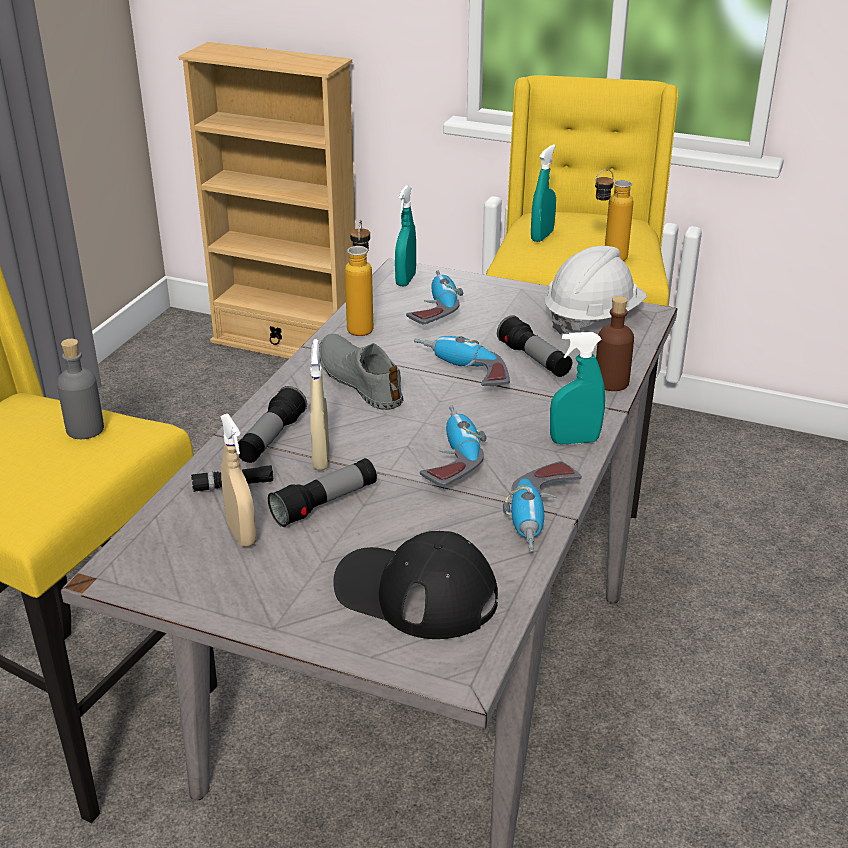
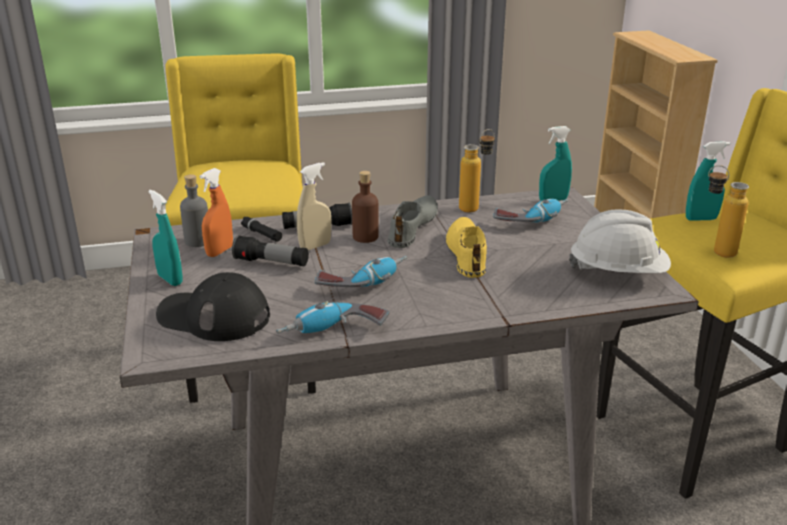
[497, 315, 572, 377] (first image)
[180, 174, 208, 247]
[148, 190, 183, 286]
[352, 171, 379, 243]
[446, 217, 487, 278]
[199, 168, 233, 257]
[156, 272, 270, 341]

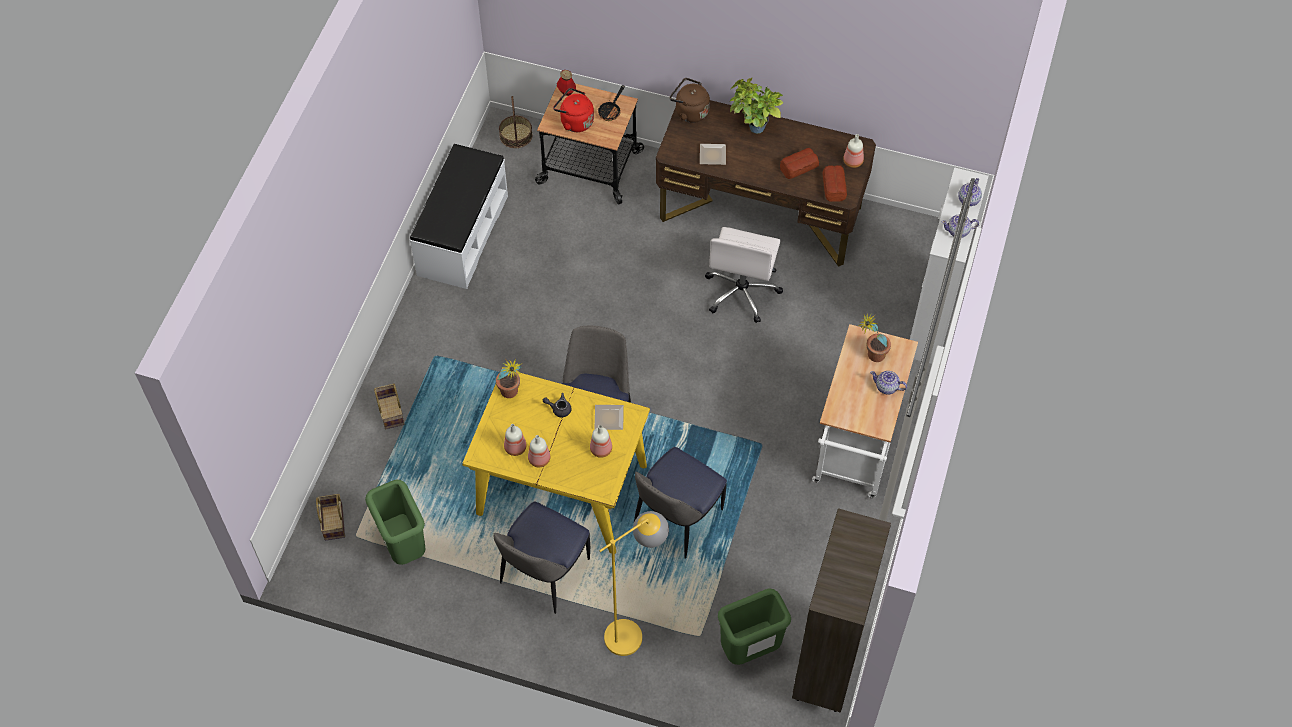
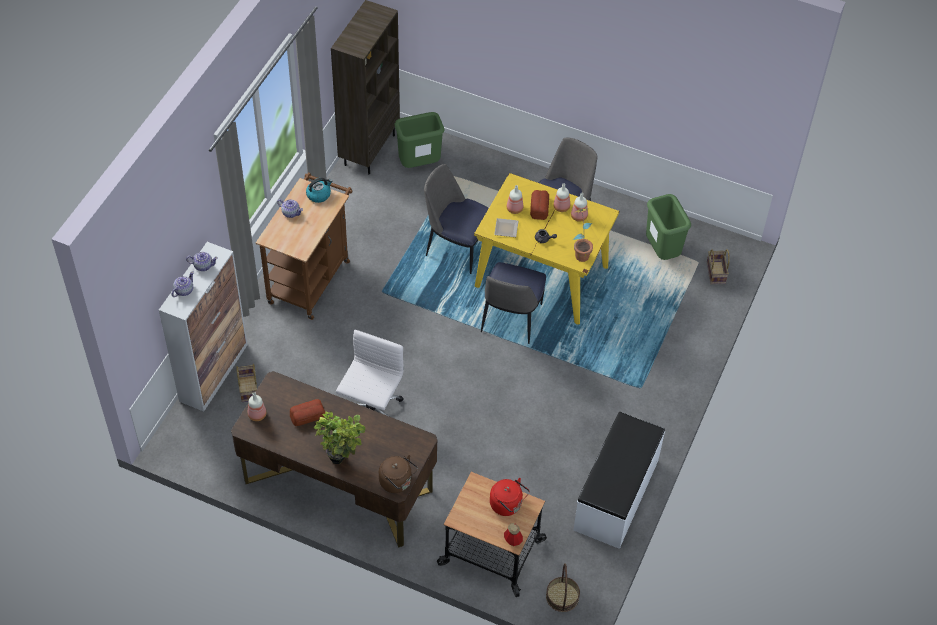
[598, 85, 625, 121] (first image)
[599, 511, 669, 656] (first image)
[700, 144, 726, 165] (first image)
[859, 314, 891, 362] (first image)
[306, 178, 332, 203]
[236, 364, 257, 402]
[530, 190, 549, 220]
[256, 172, 353, 320]
[424, 164, 489, 274]

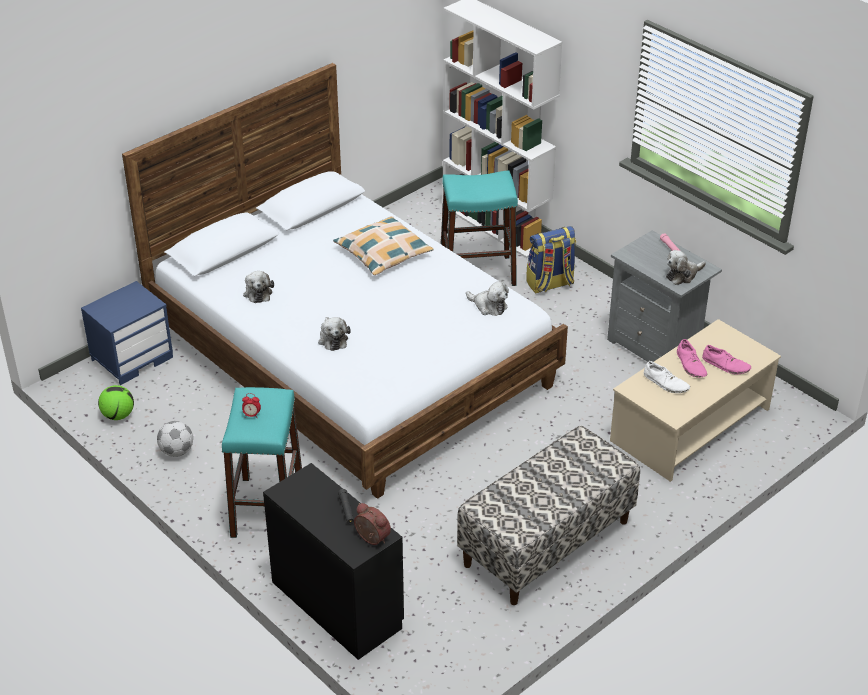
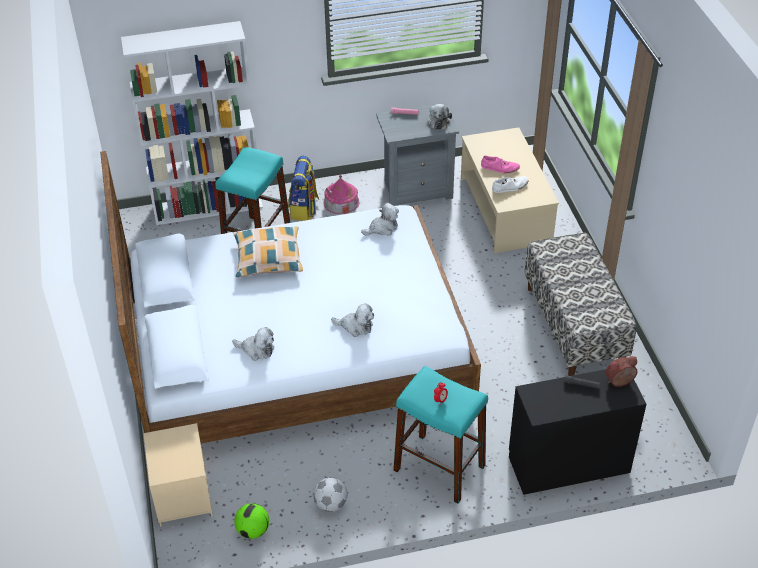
[702, 345, 751, 374] (first image)
[324, 174, 360, 214]
[144, 423, 213, 527]

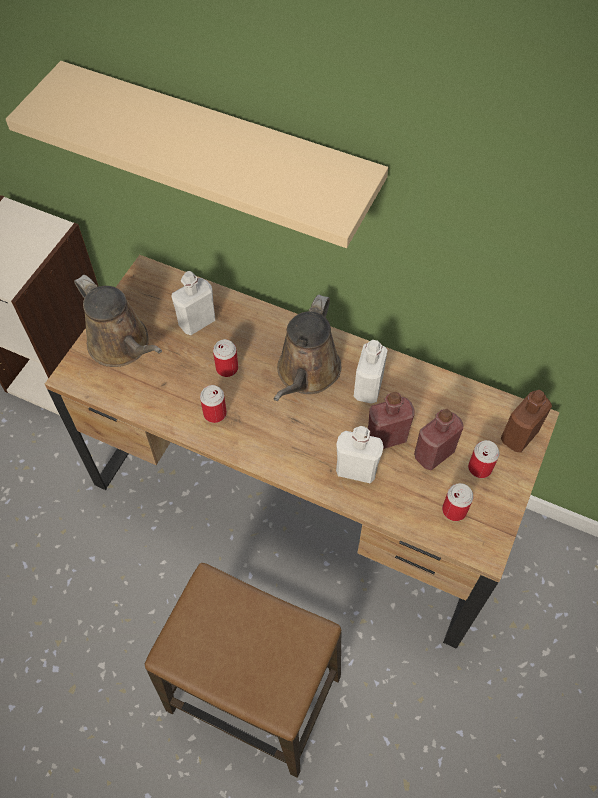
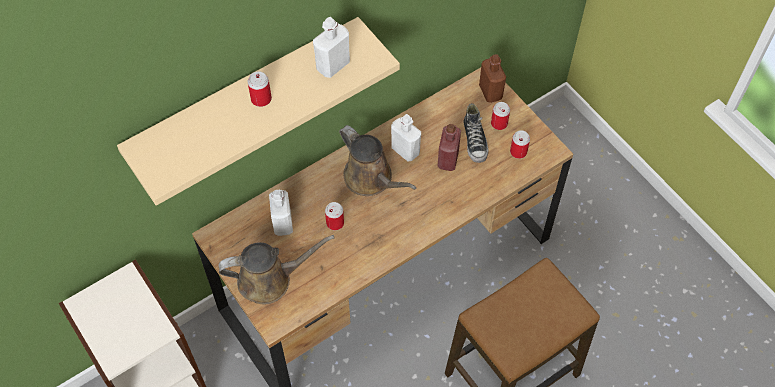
[248, 71, 272, 107]
[313, 17, 350, 78]
[464, 103, 488, 163]

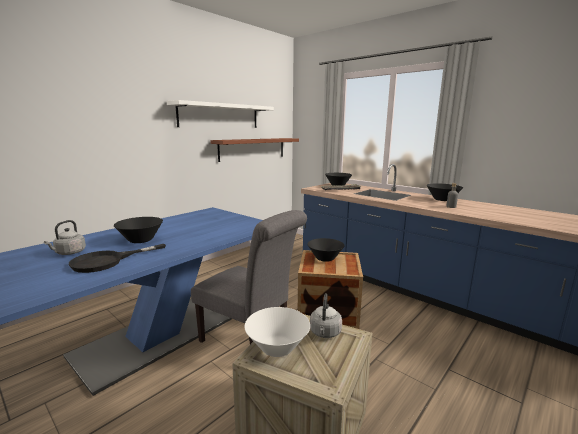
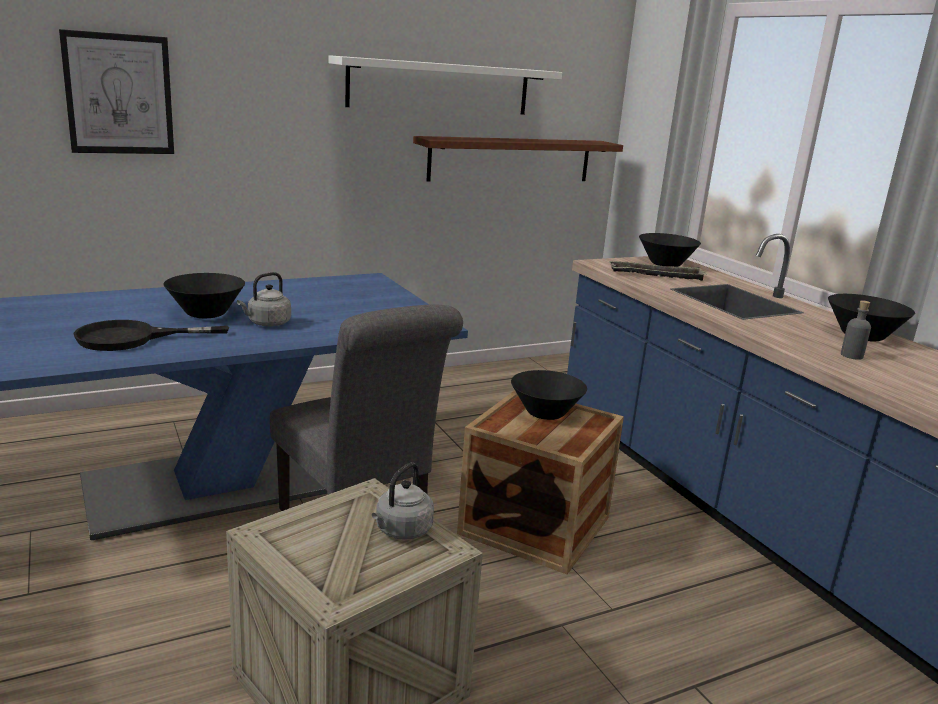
[244, 307, 310, 357] (first image)
[59, 29, 174, 154]
[237, 272, 291, 327]

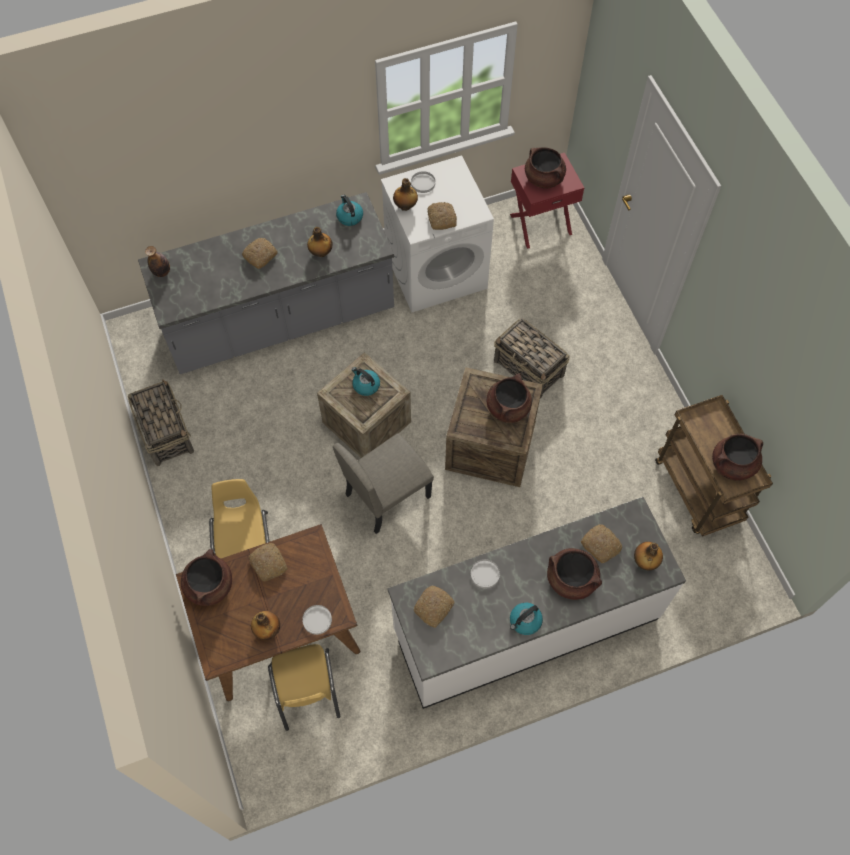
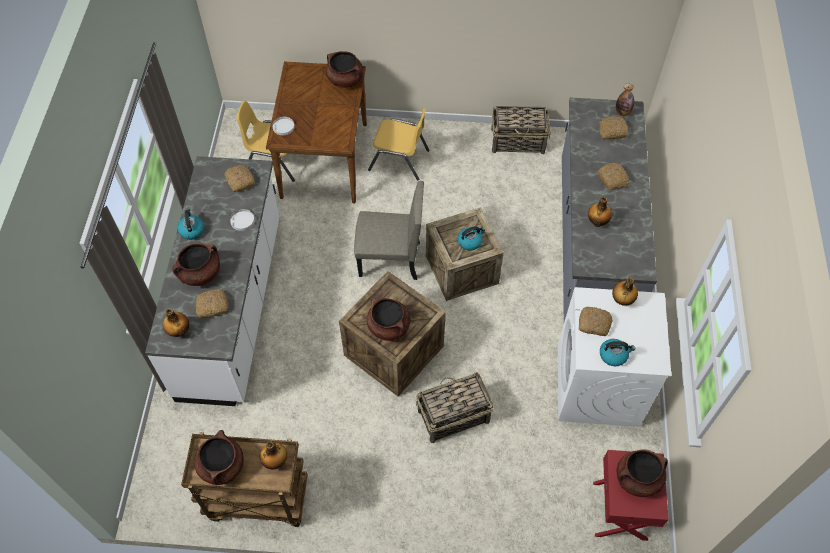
[411, 171, 435, 193] (first image)
[599, 116, 628, 139]
[260, 441, 287, 469]
[600, 339, 635, 366]
[354, 181, 424, 280]

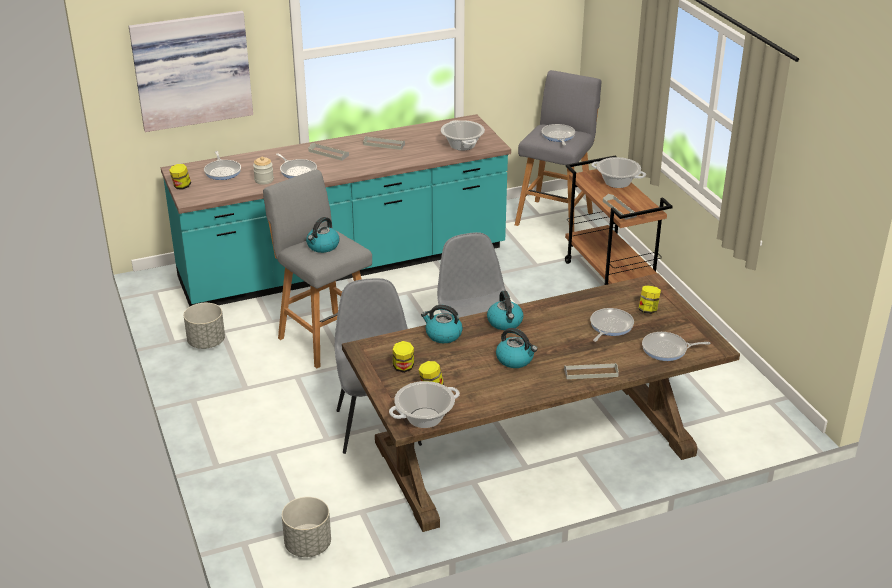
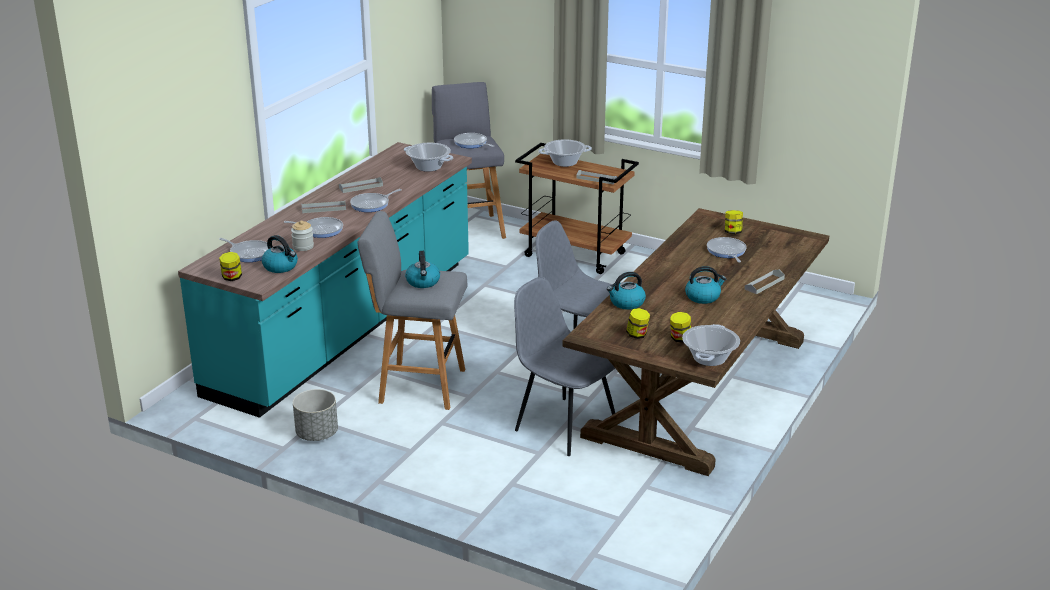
[129, 11, 253, 132] (first image)
[282, 497, 331, 557] (first image)
[262, 235, 298, 273]
[350, 189, 401, 212]

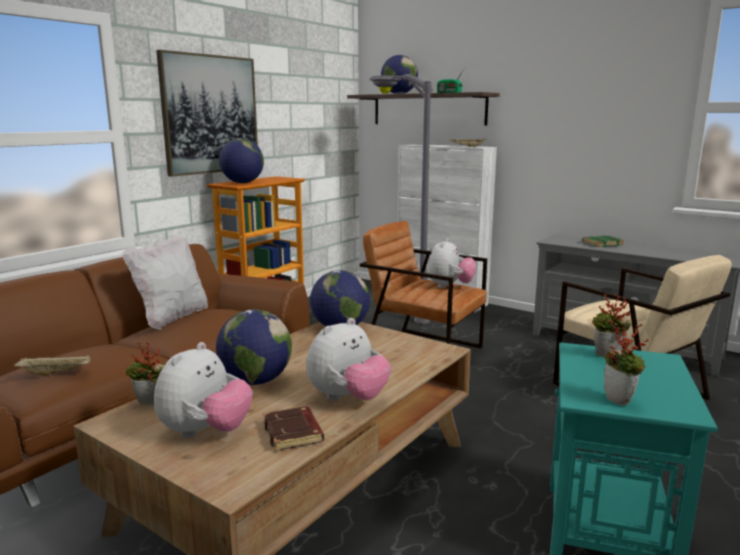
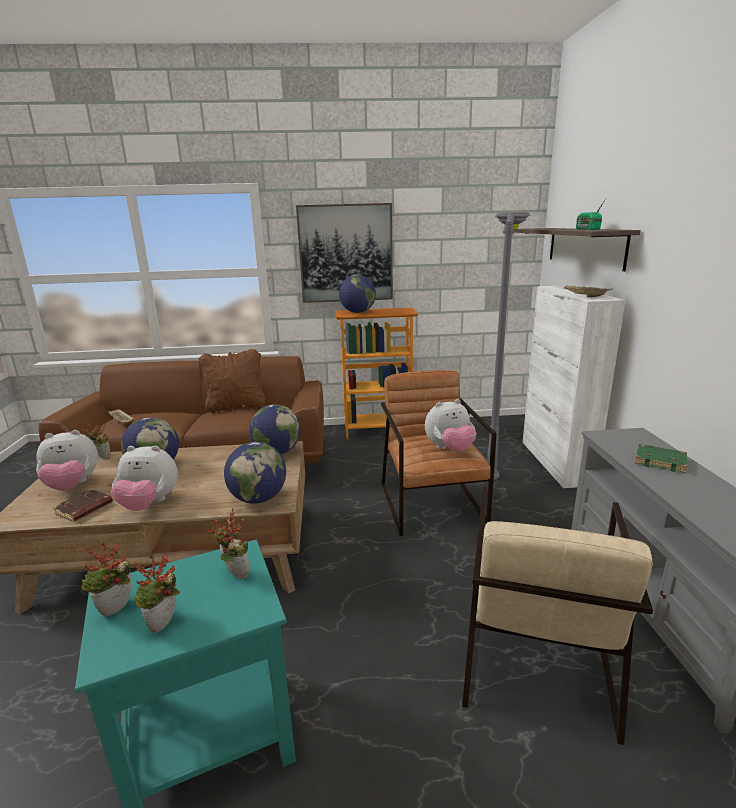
[133, 553, 180, 633]
[224, 442, 286, 504]
[199, 349, 265, 413]

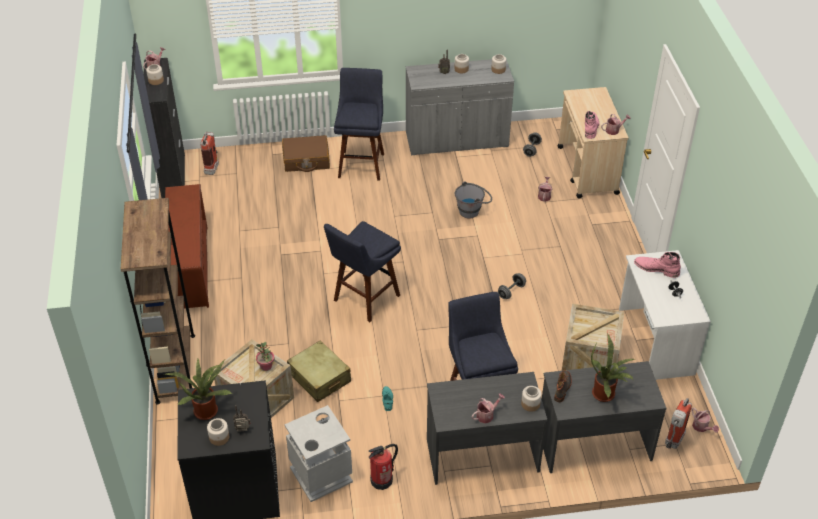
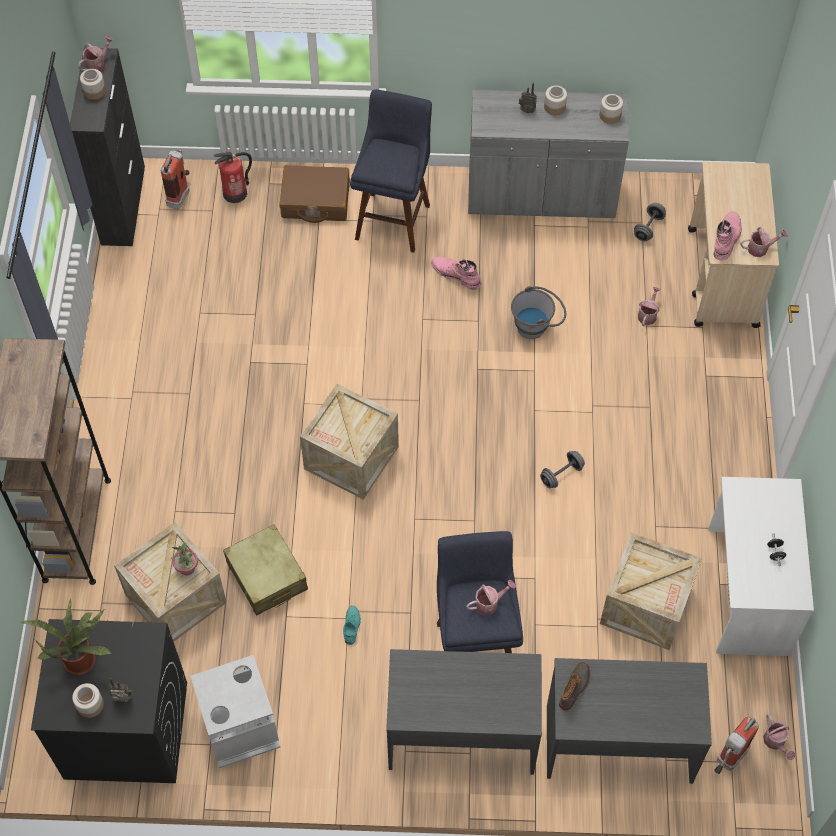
[165, 184, 209, 308] (first image)
[521, 386, 542, 412] (first image)
[591, 334, 635, 402] (first image)
[214, 152, 252, 203]
[466, 580, 516, 615]
[431, 257, 481, 290]
[300, 384, 399, 500]

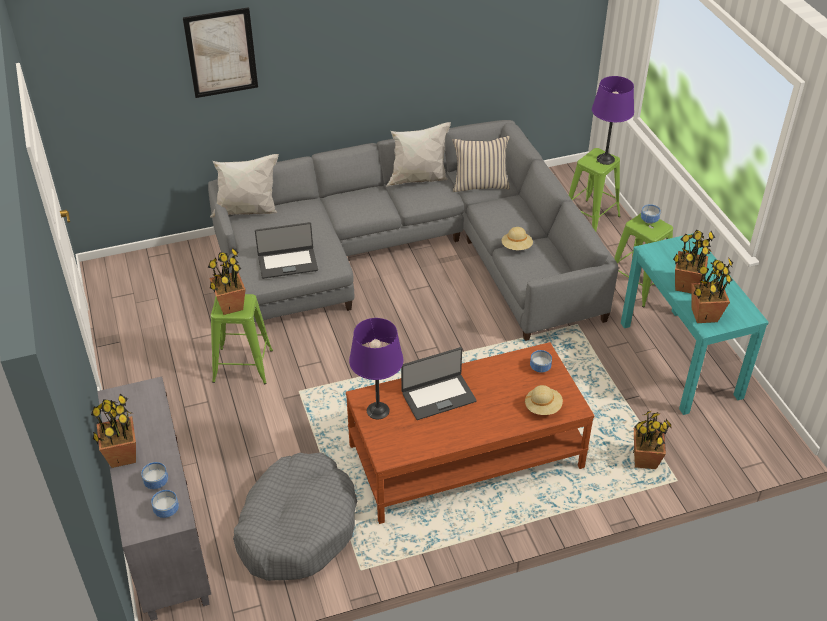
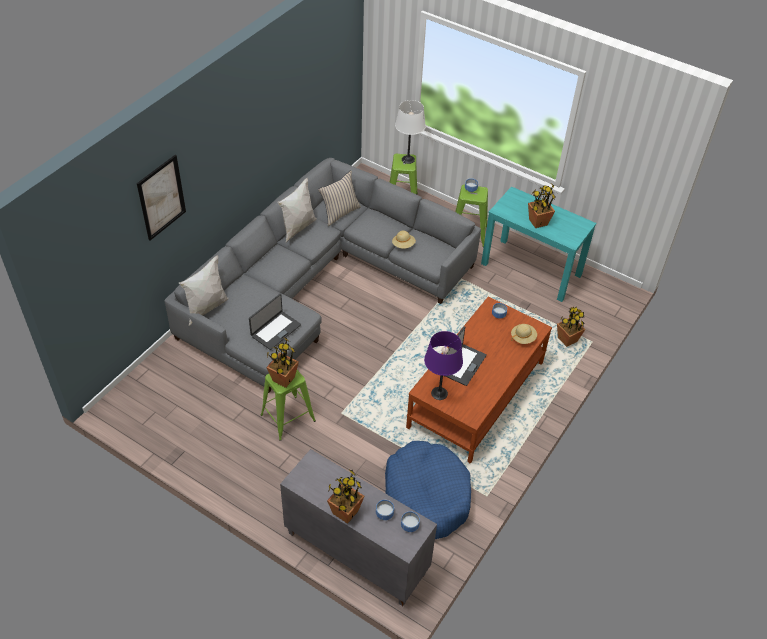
[691, 258, 733, 323] (first image)
[385, 441, 471, 539]
[395, 100, 426, 164]

